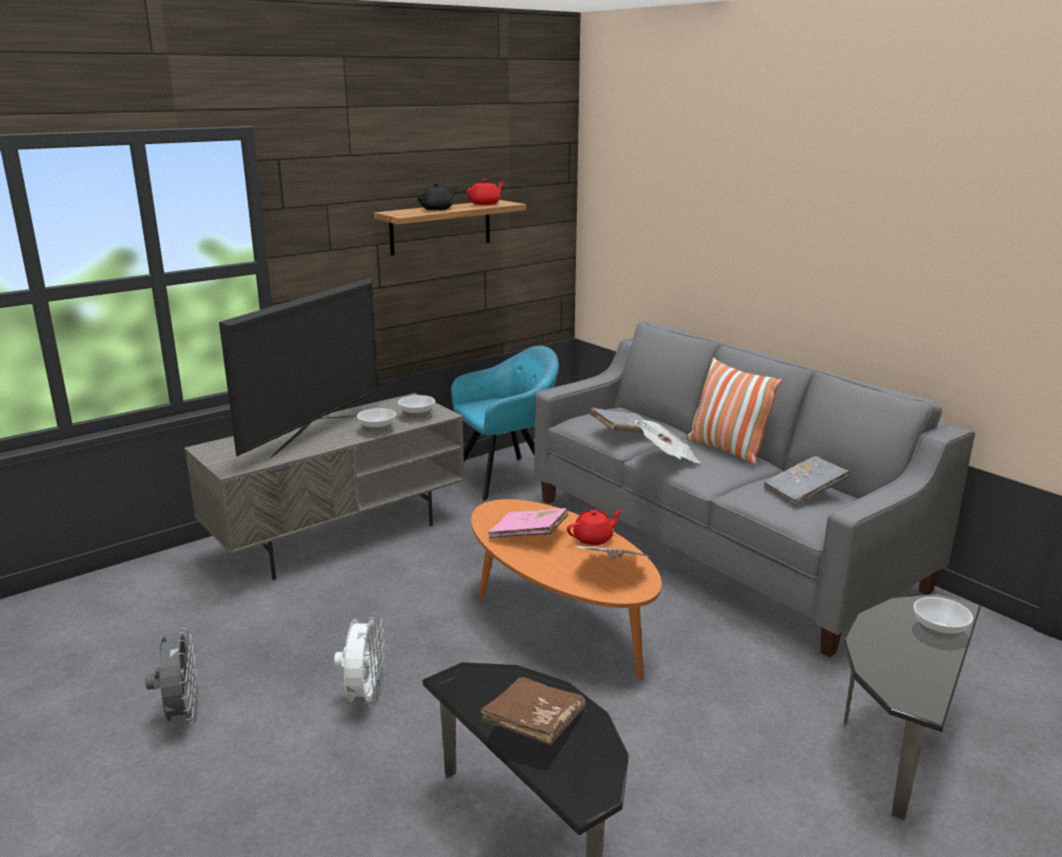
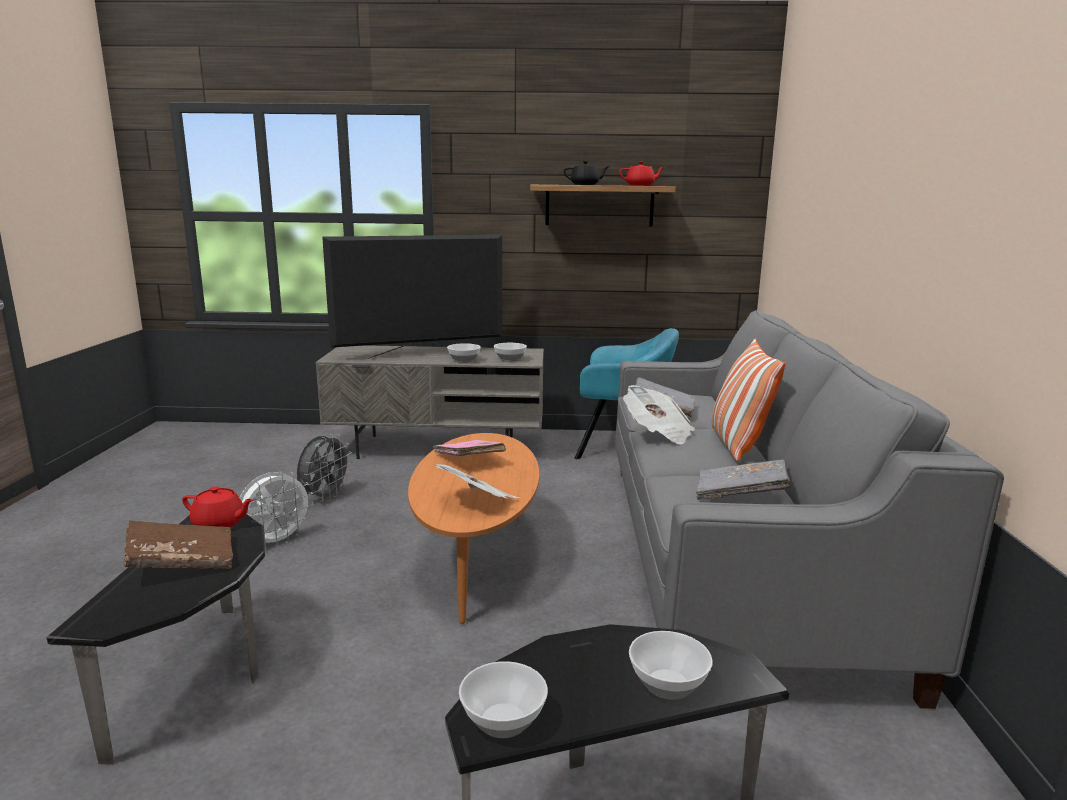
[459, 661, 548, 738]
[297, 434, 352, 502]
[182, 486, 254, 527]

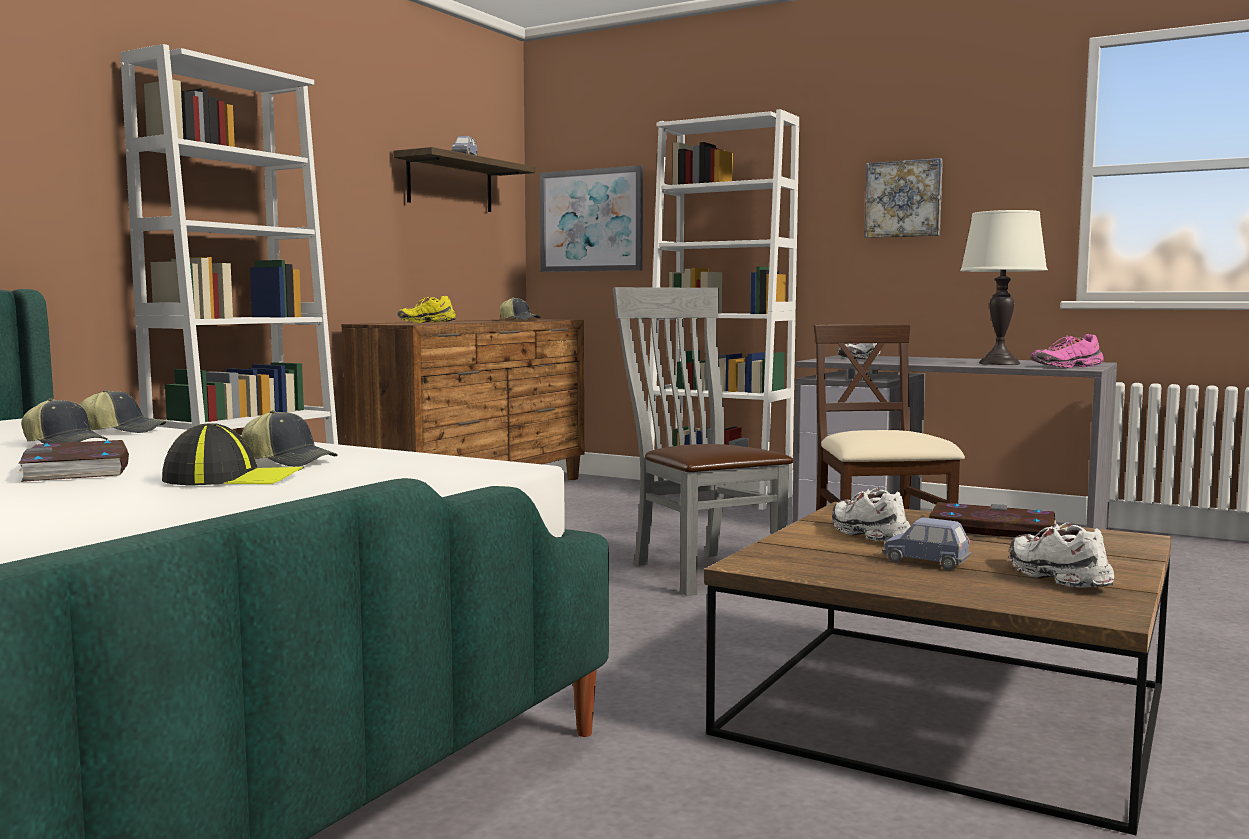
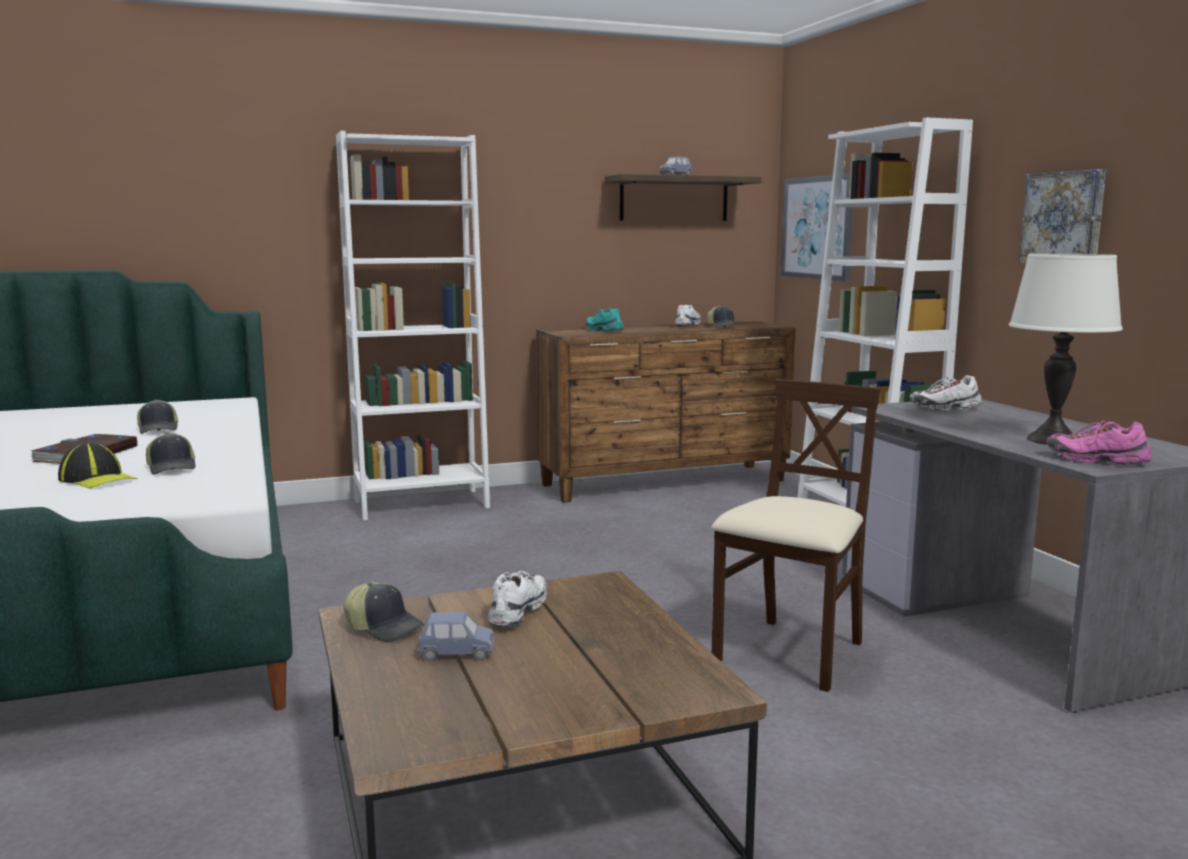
[613, 287, 793, 596] (first image)
[929, 502, 1056, 537] (first image)
[344, 582, 424, 642]
[675, 305, 701, 327]
[585, 308, 624, 332]
[417, 612, 495, 661]

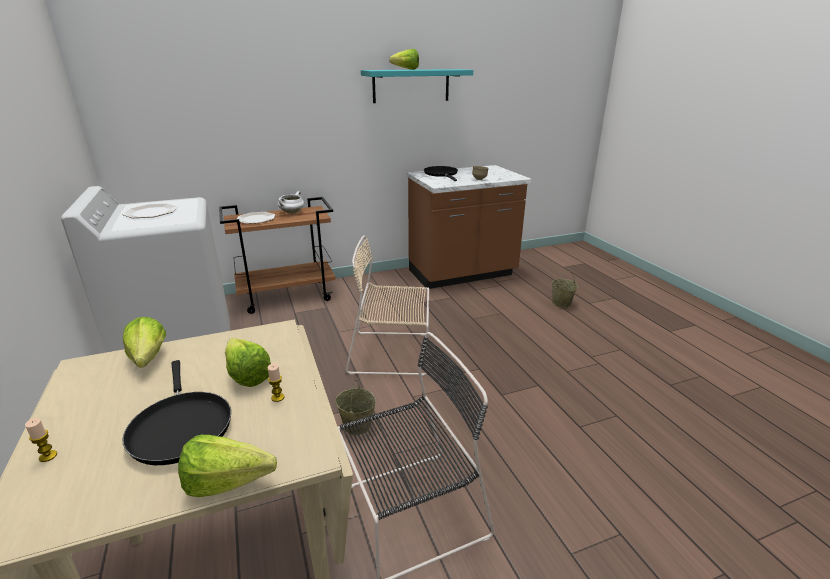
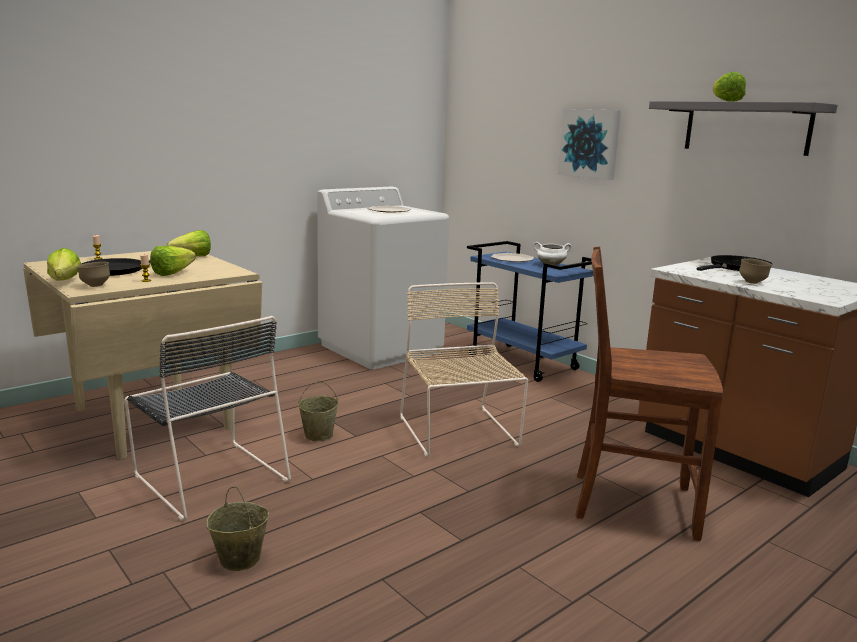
[77, 262, 110, 287]
[558, 109, 621, 180]
[575, 247, 723, 541]
[206, 486, 270, 571]
[467, 241, 593, 382]
[649, 101, 838, 156]

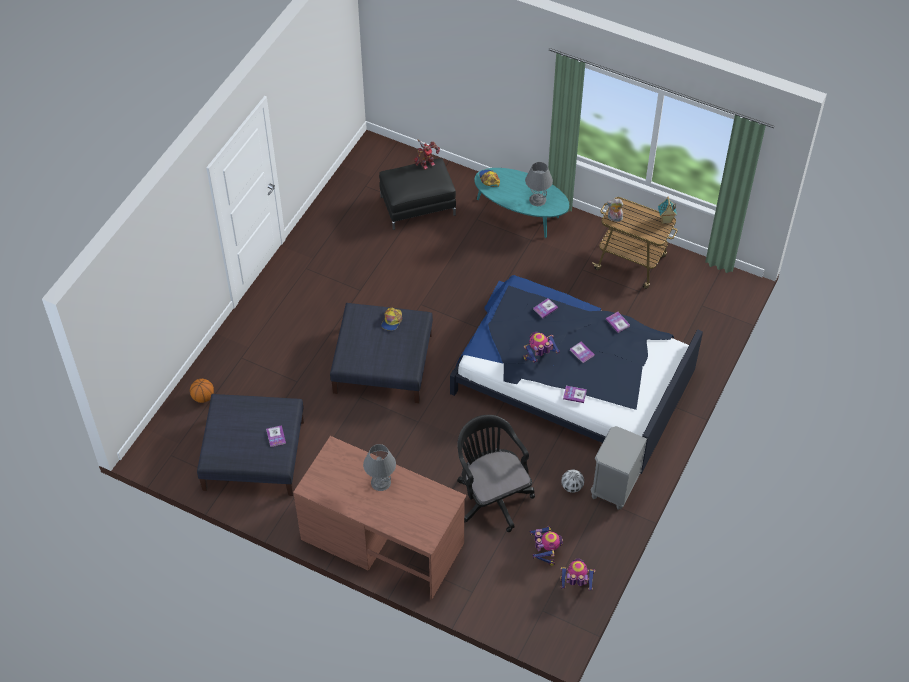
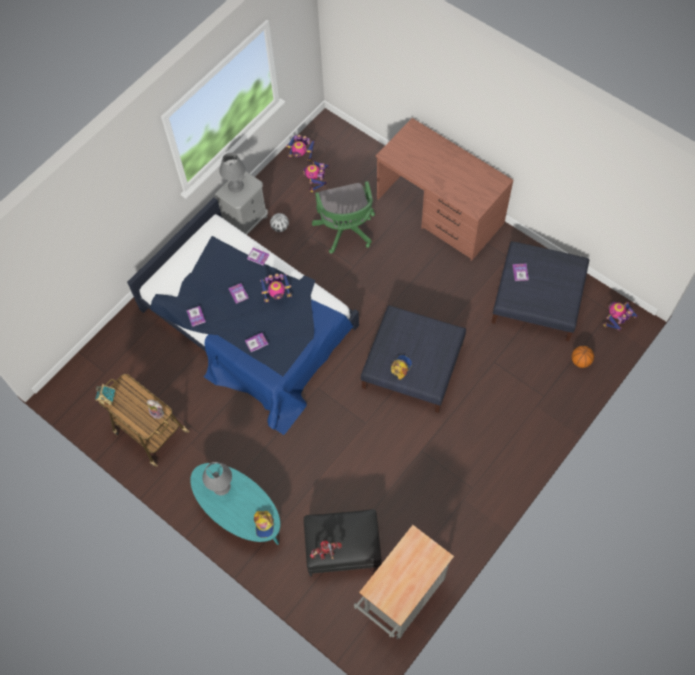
[354, 525, 454, 639]
[603, 302, 638, 331]
[219, 153, 246, 193]
[312, 181, 375, 254]

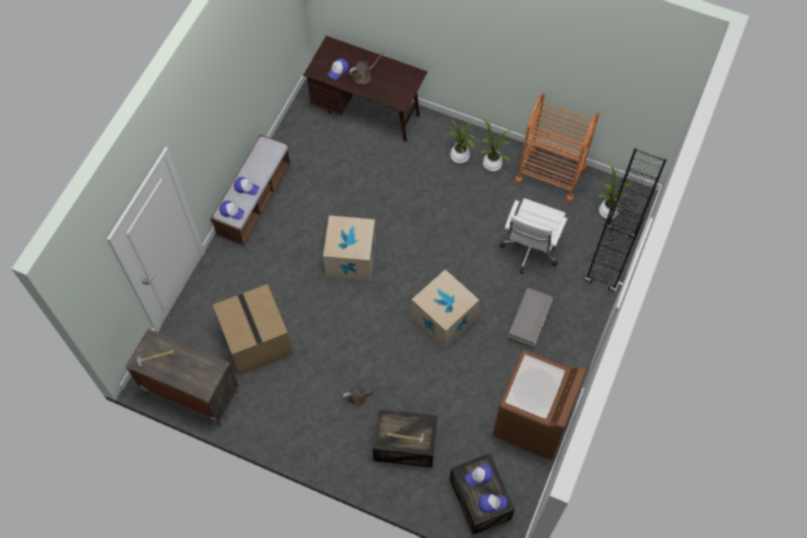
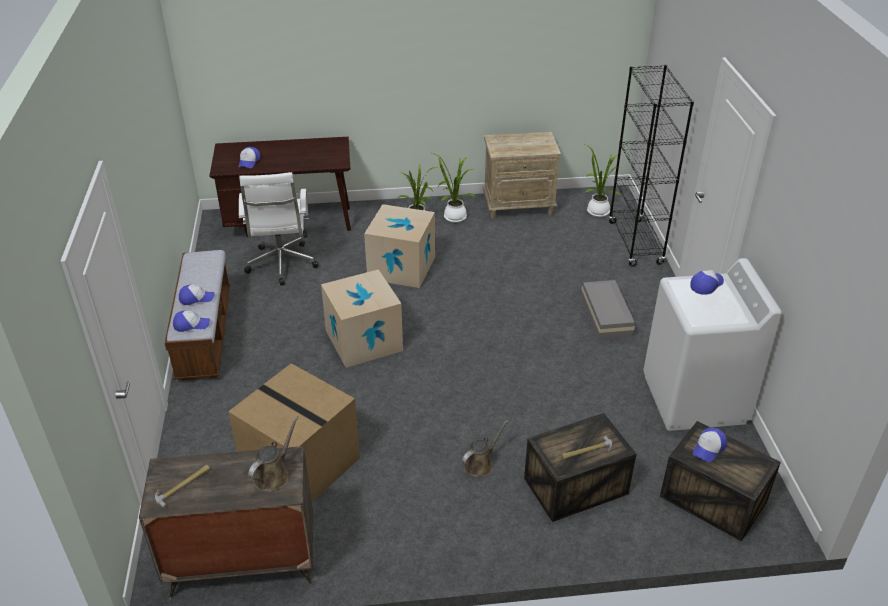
[248, 416, 298, 491]
[364, 204, 435, 288]
[690, 270, 724, 295]
[239, 172, 319, 285]
[483, 132, 561, 219]
[643, 258, 782, 431]

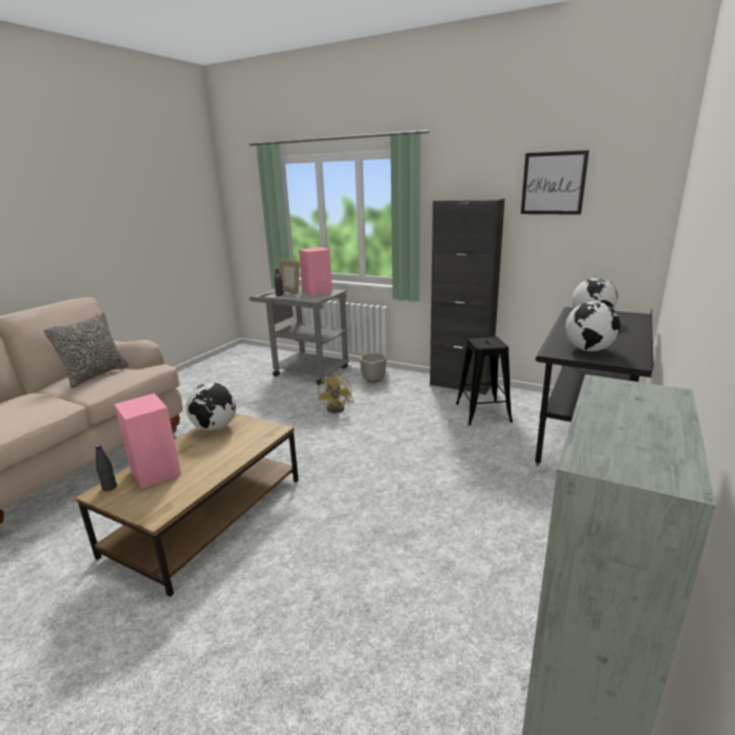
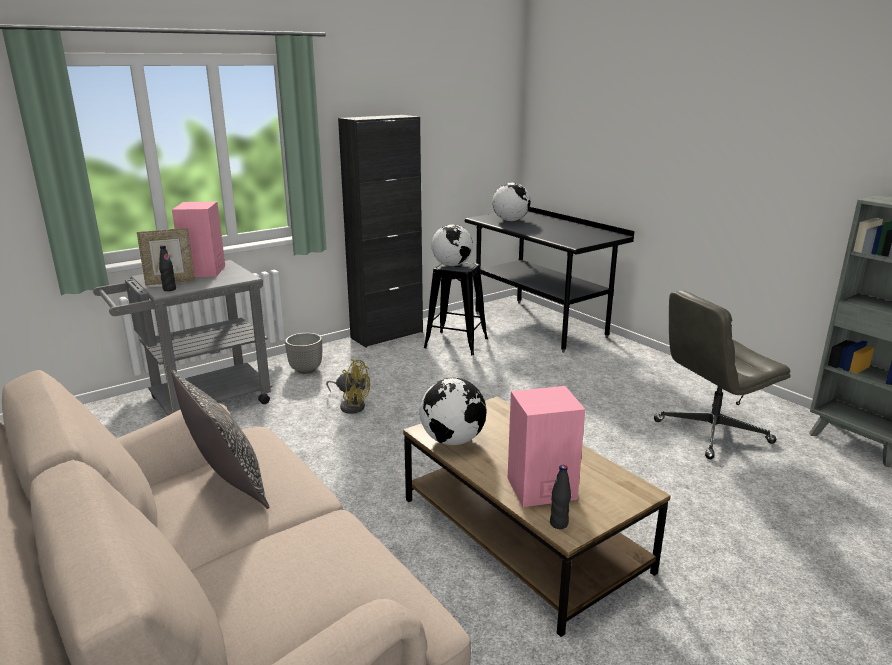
[521, 150, 589, 215] (first image)
[654, 290, 791, 459]
[432, 224, 473, 266]

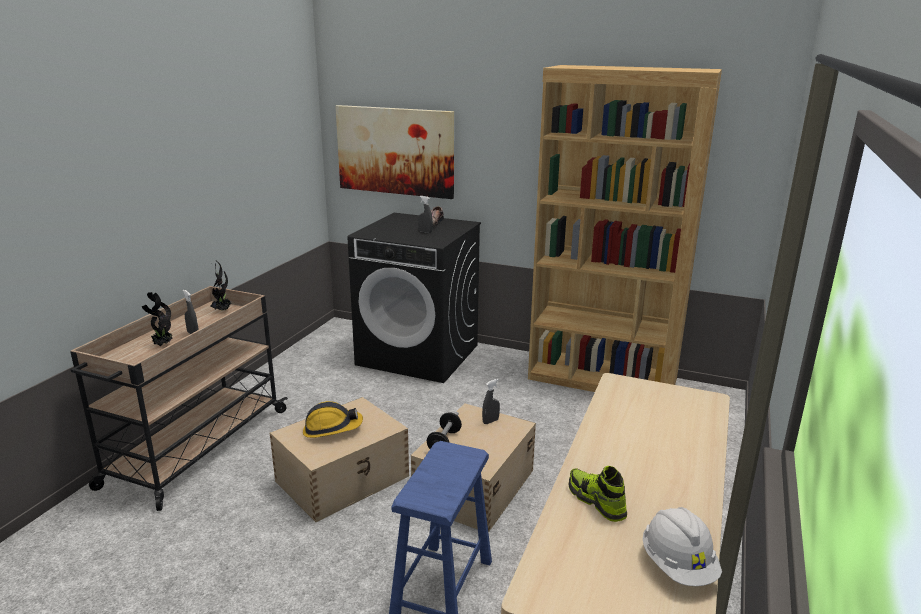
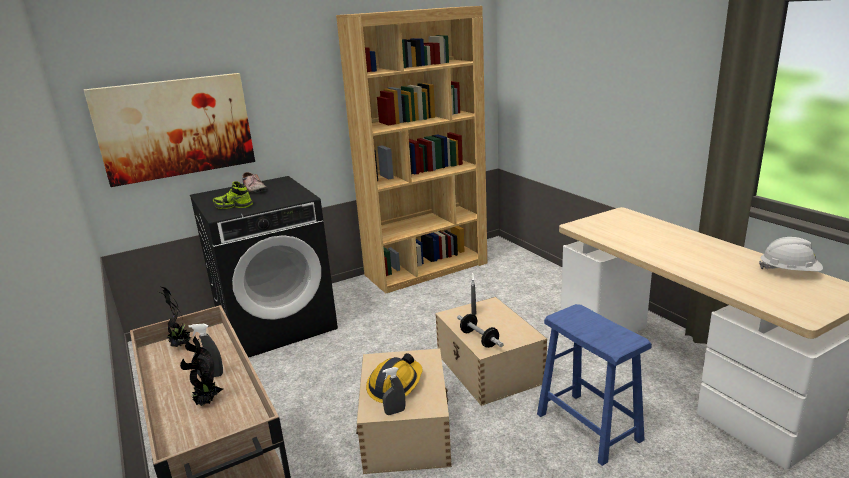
[382, 367, 405, 415]
[213, 182, 253, 209]

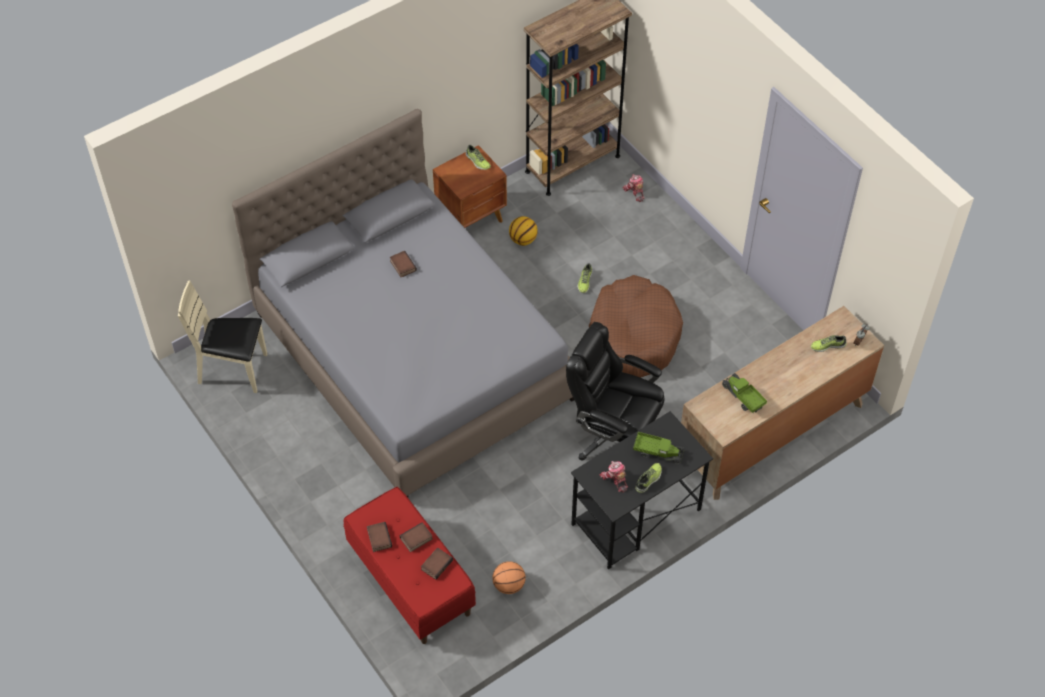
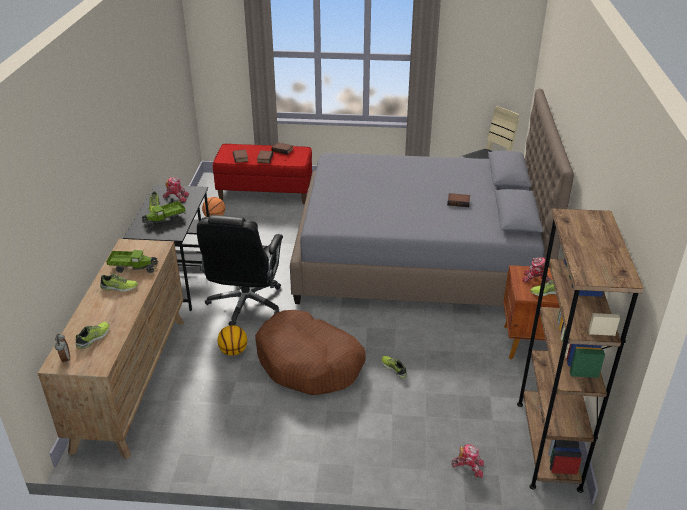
[100, 274, 138, 292]
[522, 257, 552, 283]
[218, 325, 247, 356]
[197, 215, 283, 326]

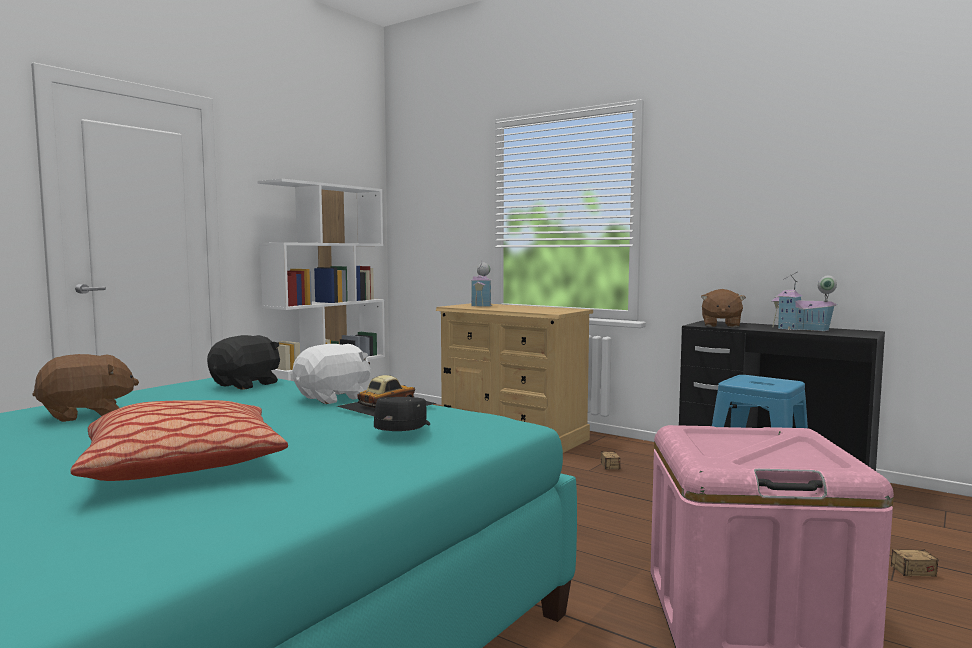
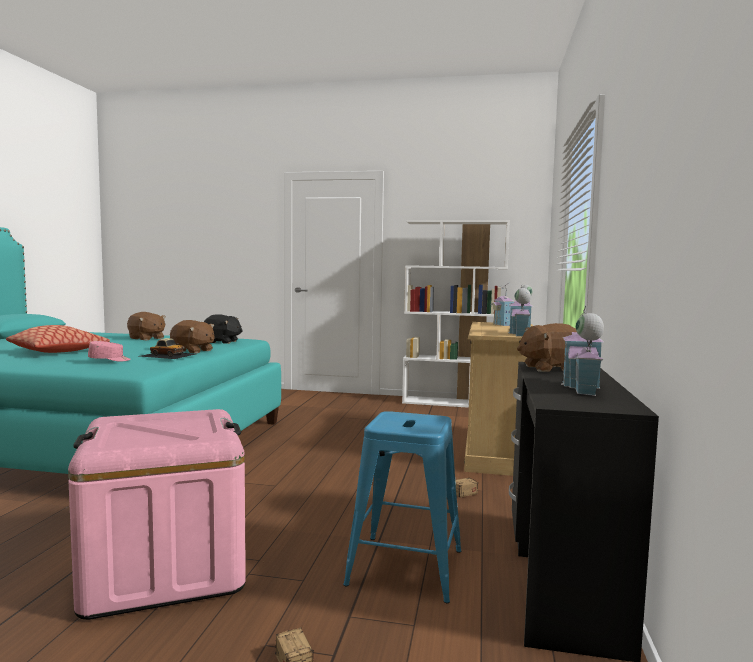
[508, 286, 532, 336]
[170, 320, 215, 353]
[88, 341, 131, 361]

